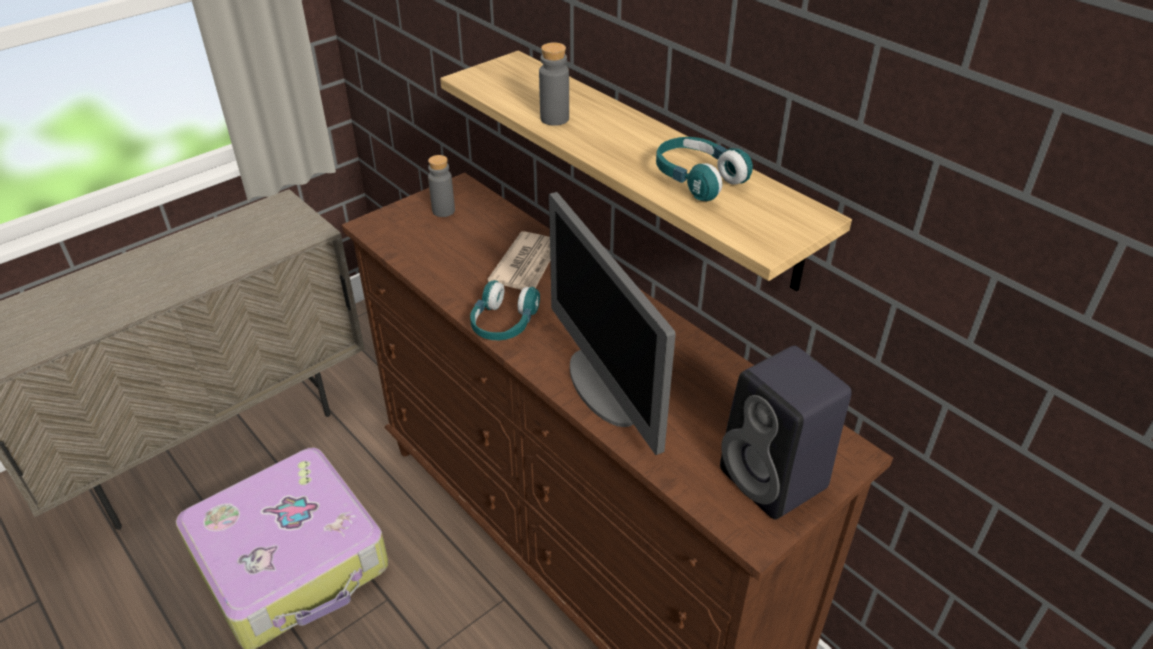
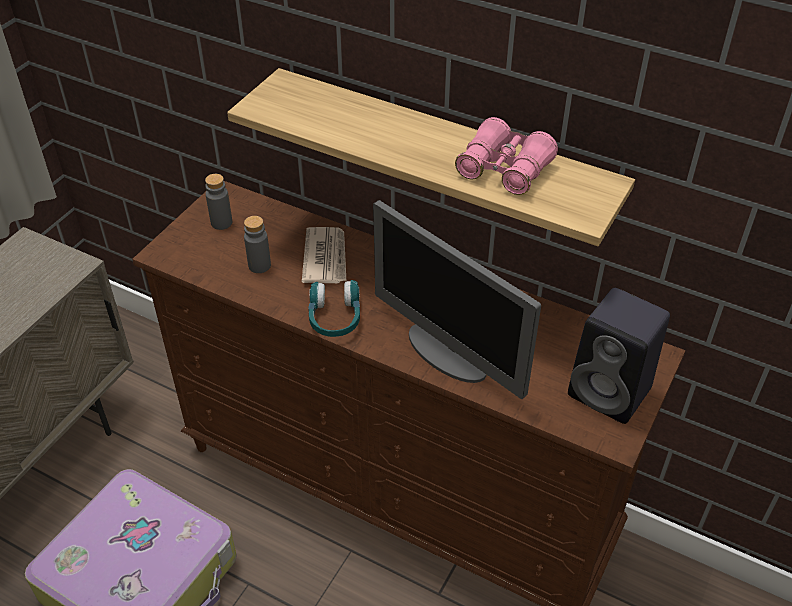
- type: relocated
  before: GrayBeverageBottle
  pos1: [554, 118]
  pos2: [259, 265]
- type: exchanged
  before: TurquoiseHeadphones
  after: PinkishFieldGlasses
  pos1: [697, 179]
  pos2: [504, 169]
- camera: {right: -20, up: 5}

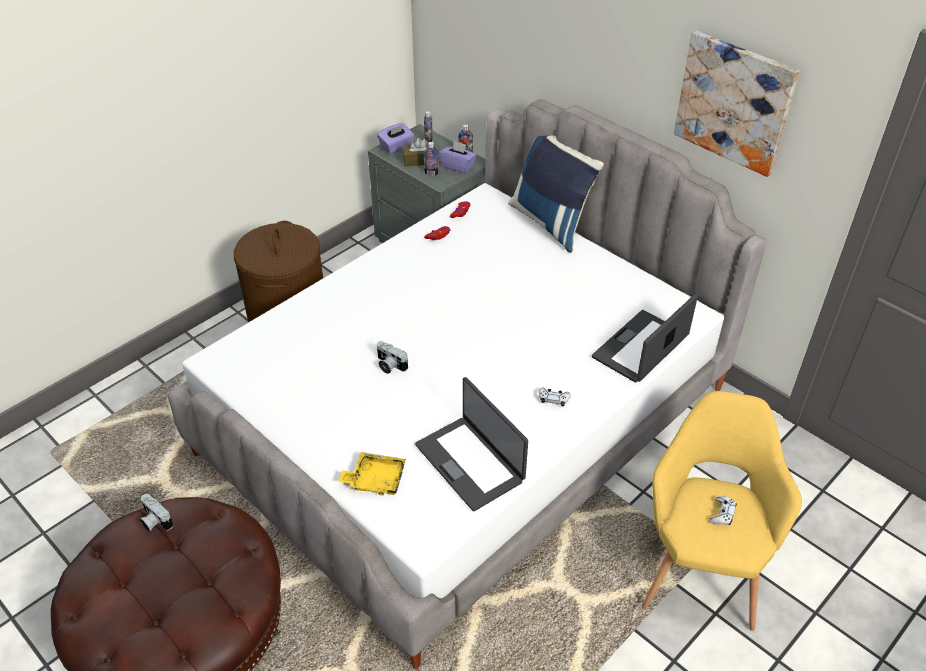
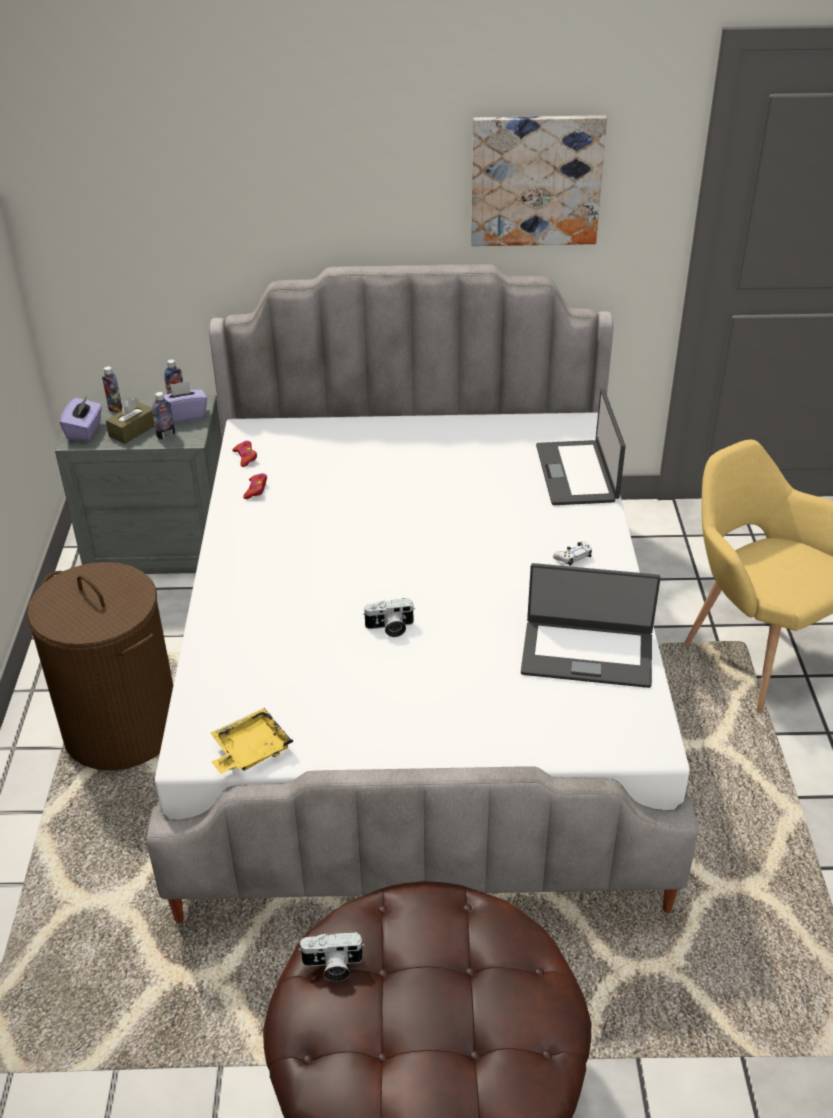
- type: relocated
  before: YellowCarryingTray
  pos1: [375, 479]
  pos2: [250, 750]
- type: missing
  before: BlueColouredThrowPillow
  pos1: [551, 222]
- type: missing
  before: WhiteColouredGamepad
  pos1: [722, 514]
- camera: {right: -45, up: -5}

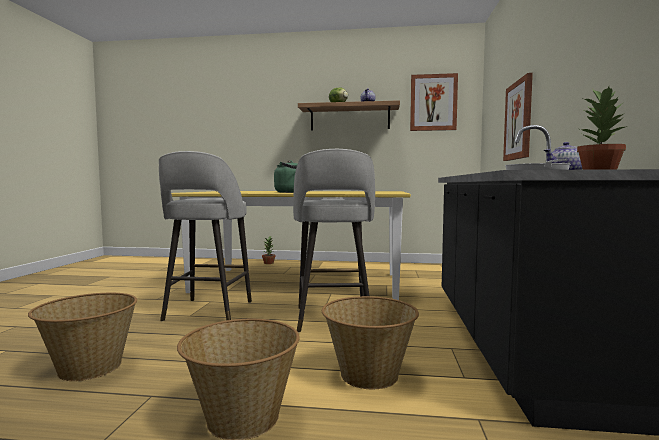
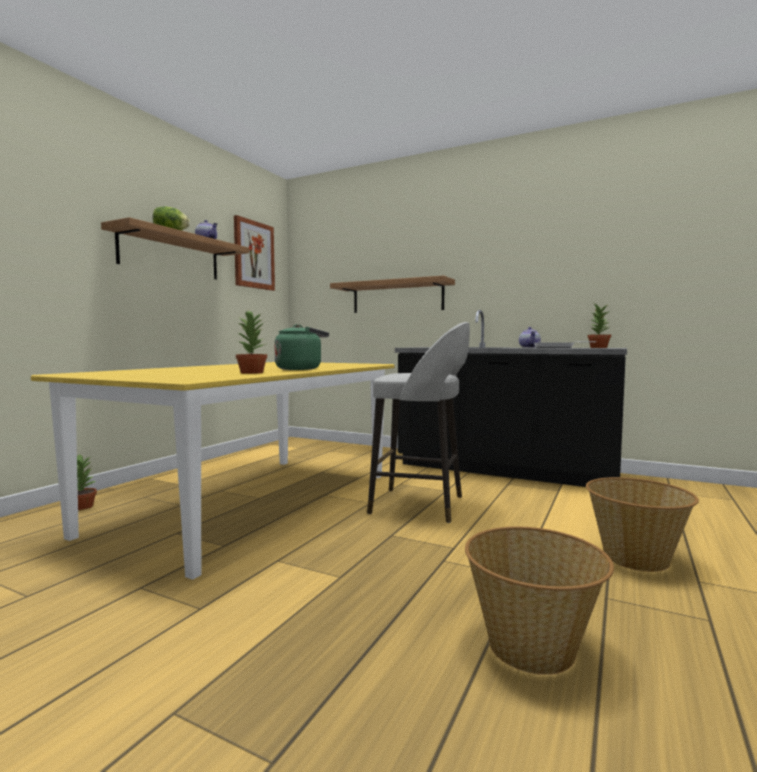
- type: appeared
  after: PlantInAPot
  pos2: [252, 373]
- type: exchanged
  before: WallArt
  after: Shelf
  pos1: [518, 120]
  pos2: [397, 297]
- type: missing
  before: GrayStool
  pos1: [207, 311]
- type: missing
  before: StorageBasket
  pos1: [369, 375]
- camera: {right: -70, up: 0}

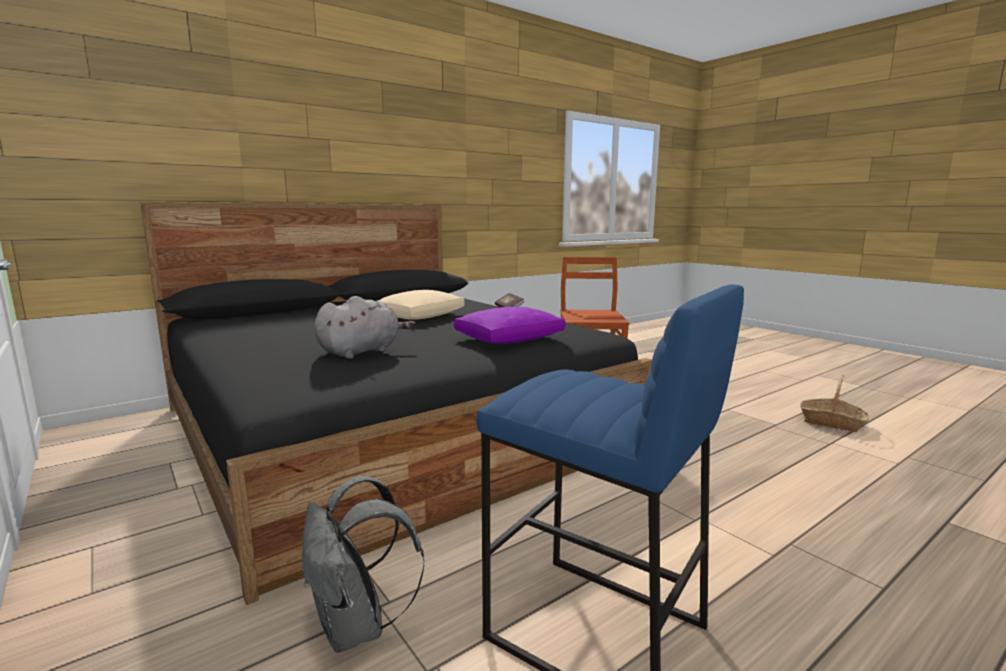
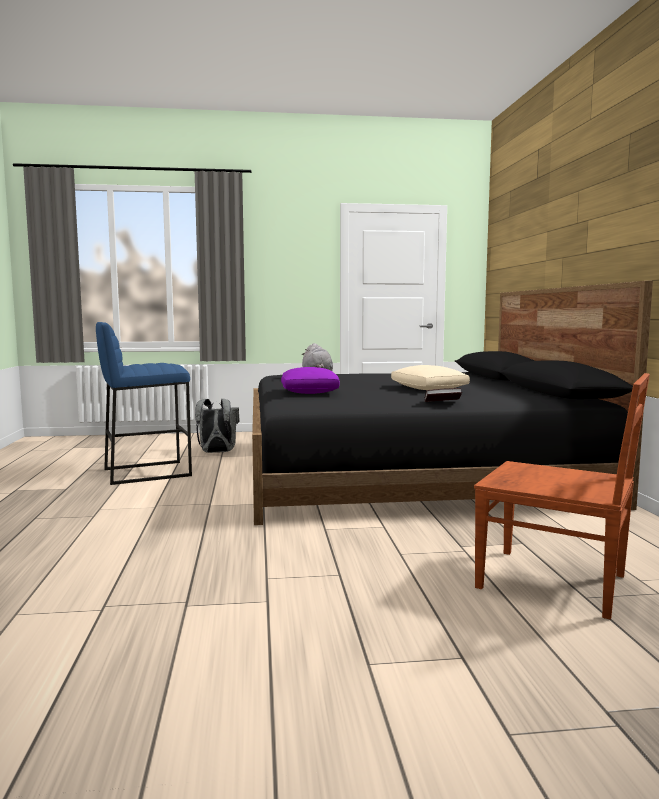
- type: missing
  before: StorageBasket
  pos1: [831, 422]
- camera: {right: 120, up: -5}

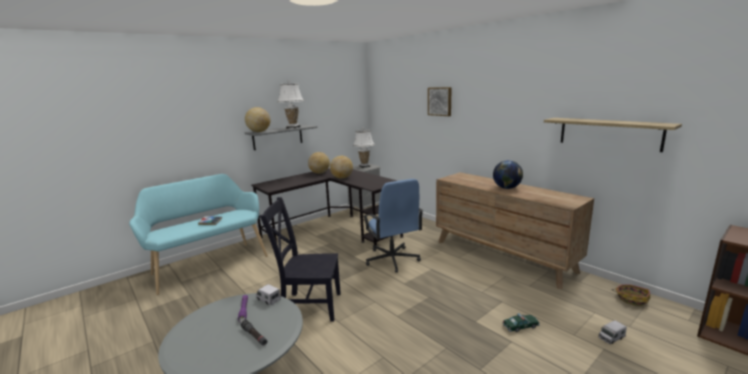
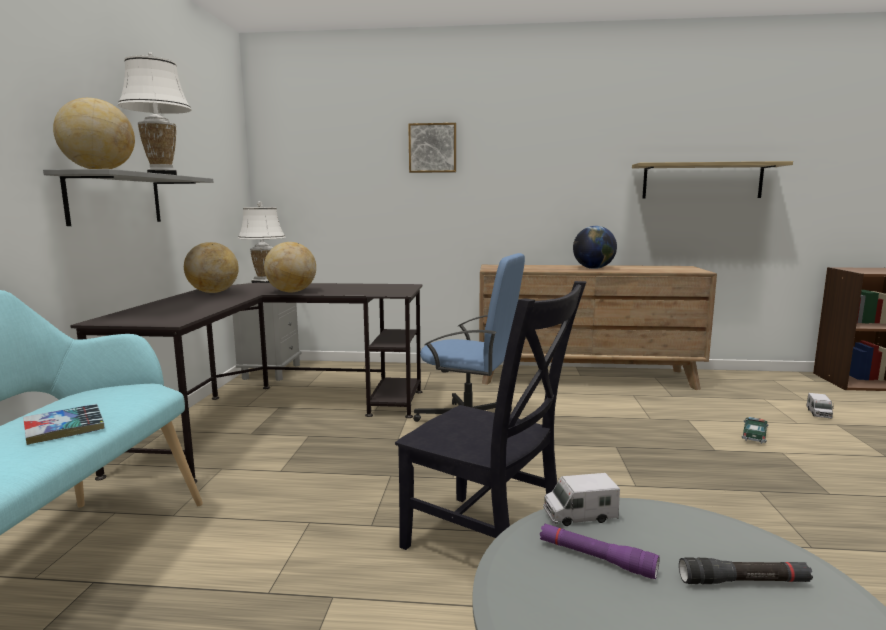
- type: spun
  before: BlackUprightChair
  pos1: [308, 306]
  pos2: [489, 542]
  turn: -105
- type: missing
  before: StorageBasket
  pos1: [631, 299]
- camera: {right: -45, up: -5}

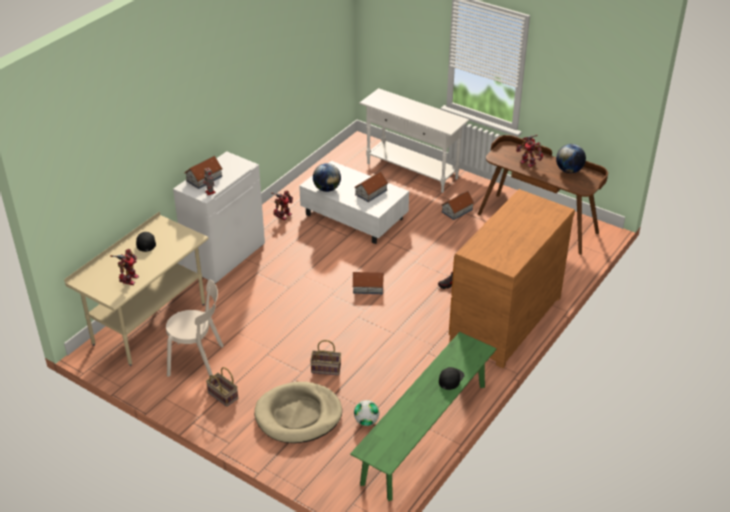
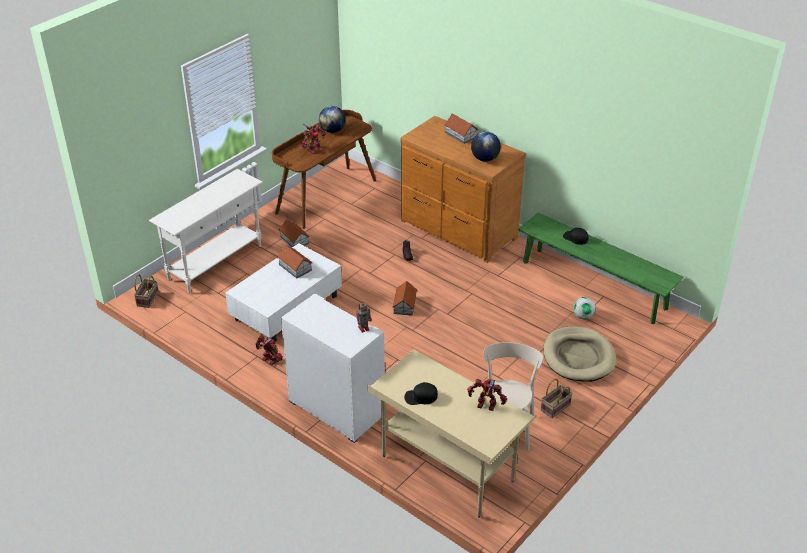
- type: relocated
  before: StorageBasket
  pos1: [326, 368]
  pos2: [147, 298]
- type: relocated
  before: MiniatureHouse
  pos1: [204, 179]
  pos2: [461, 135]
- type: relocated
  before: WorldGlobe
  pos1: [327, 189]
  pos2: [485, 159]
- camera: {right: -85, up: 0}

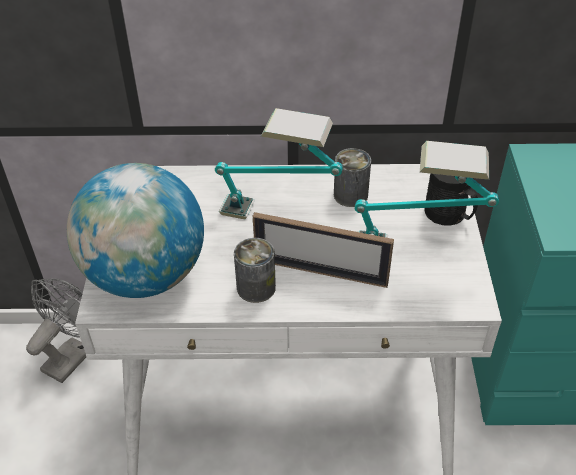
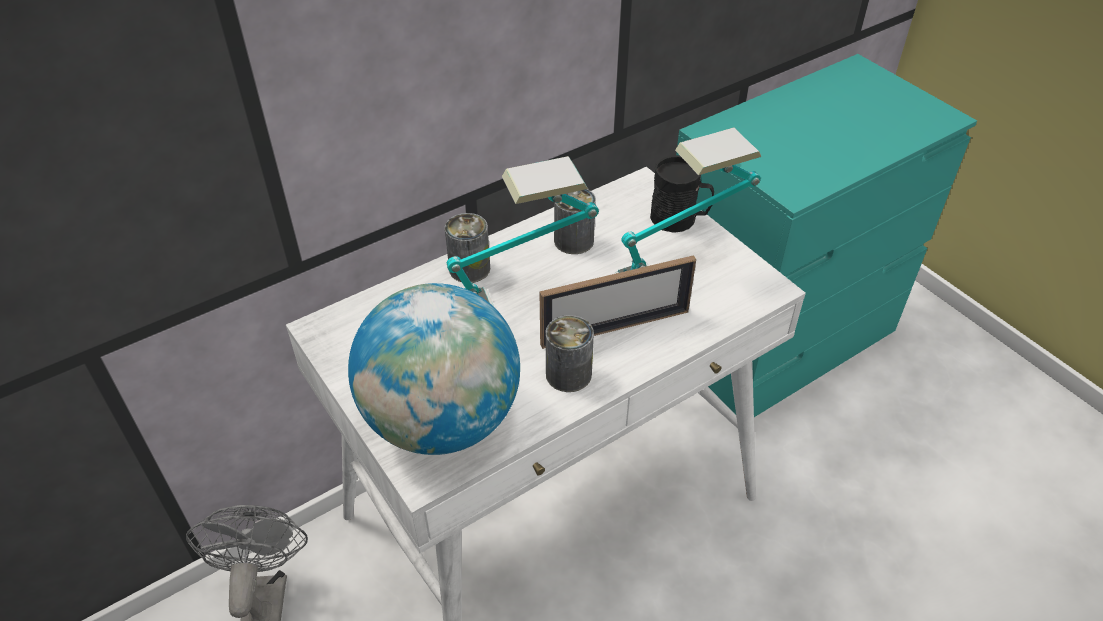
- type: appeared
  after: MetalCan
  pos2: [469, 268]
- camera: {right: -35, up: 0}

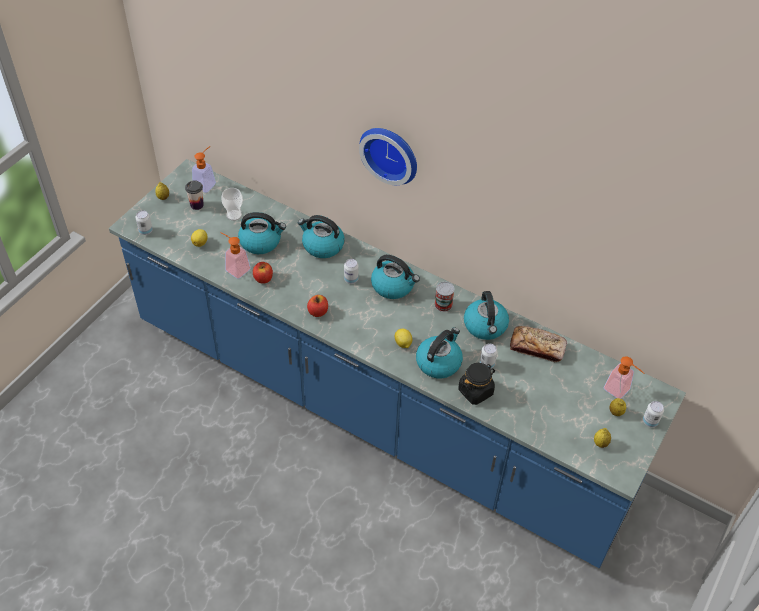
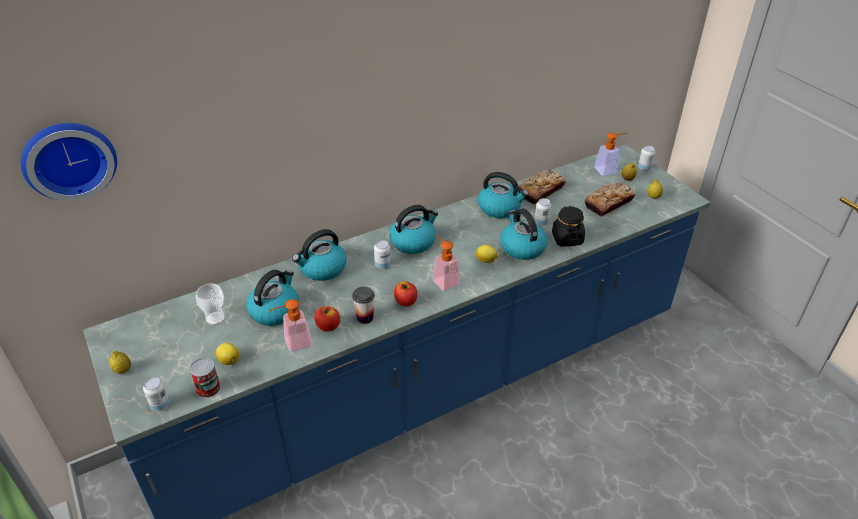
- type: relocated
  before: ClockOnTheWall
  pos1: [391, 153]
  pos2: [69, 159]
- type: relocated
  before: MetalCan
  pos1: [443, 304]
  pos2: [208, 388]
- type: relocated
  before: Cup
  pos1: [197, 205]
  pos2: [365, 318]
- type: relocated
  before: SoapBottle
  pos1: [206, 183]
  pos2: [443, 280]
- type: appeared
  after: Bread
  pos2: [608, 203]
- camera: {right: -60, up: -10}

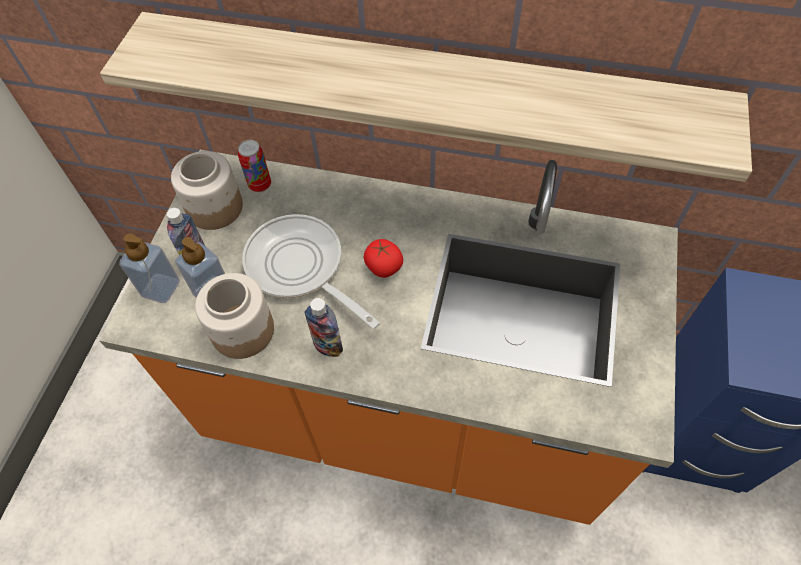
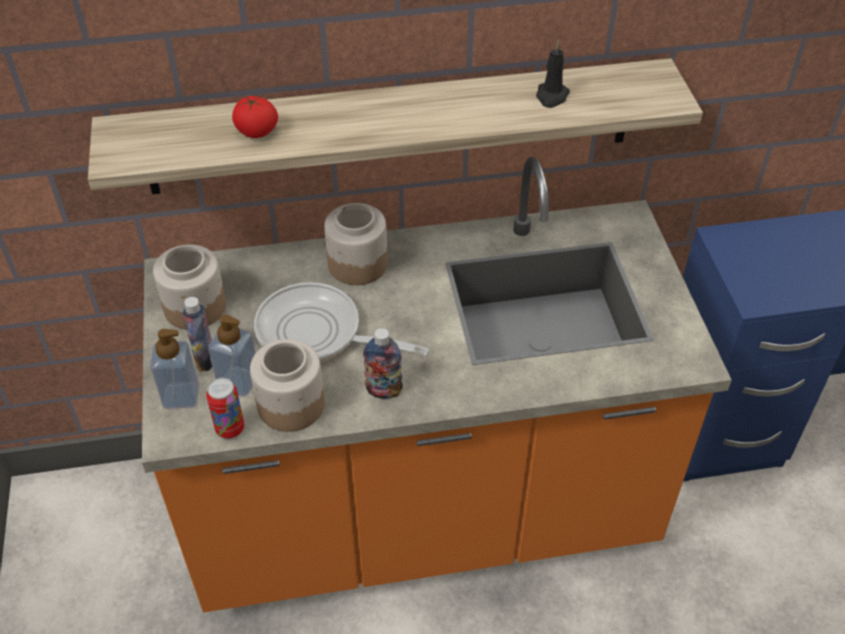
- type: relocated
  before: MetalCan
  pos1: [260, 185]
  pos2: [230, 429]
- type: relocated
  before: FreshTomato
  pos1: [383, 267]
  pos2: [256, 132]
- type: appeared
  after: PreserveJar
  pos2: [357, 264]
- type: appeared
  after: BlackWaxCandle
  pos2: [551, 96]
- camera: {right: -25, up: -10}

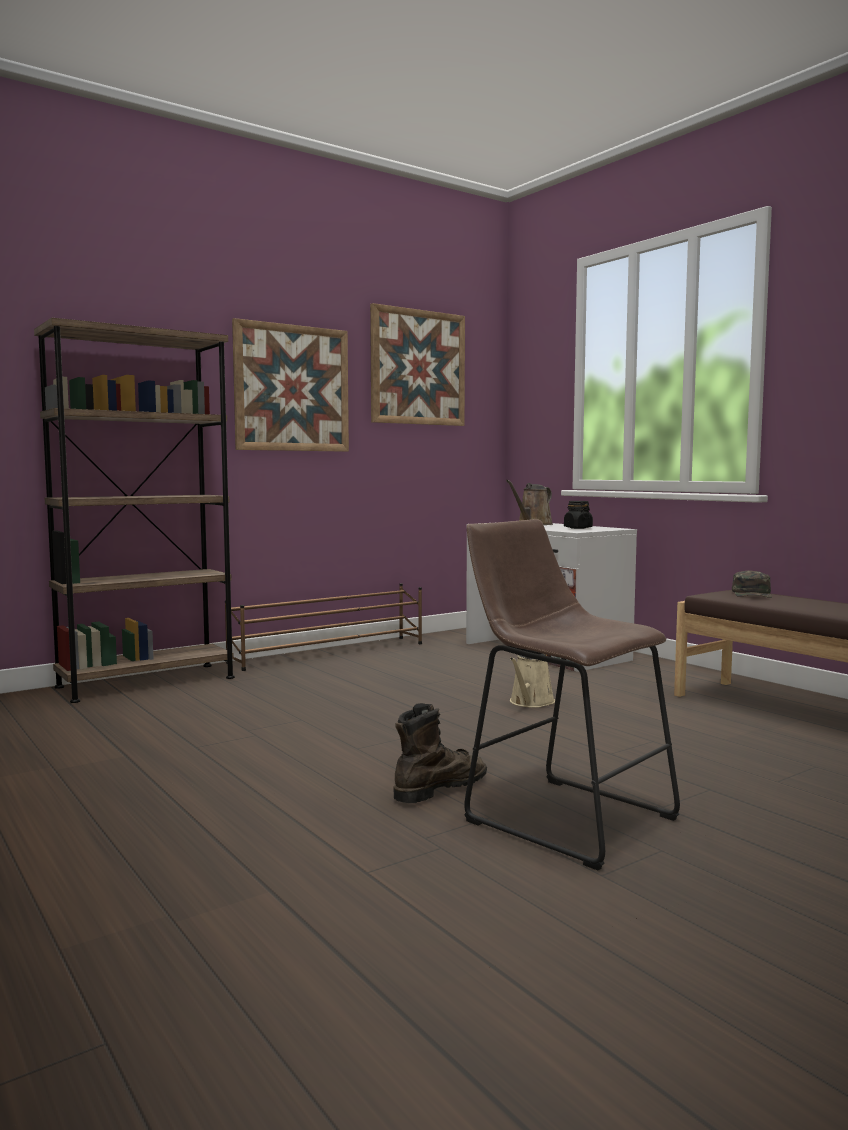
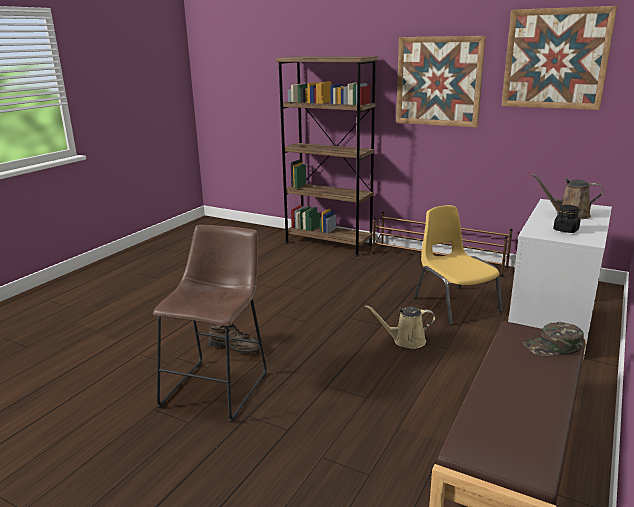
- type: appeared
  after: YellowUprightChair
  pos2: [455, 304]
- camera: {right: 65, up: 15}

